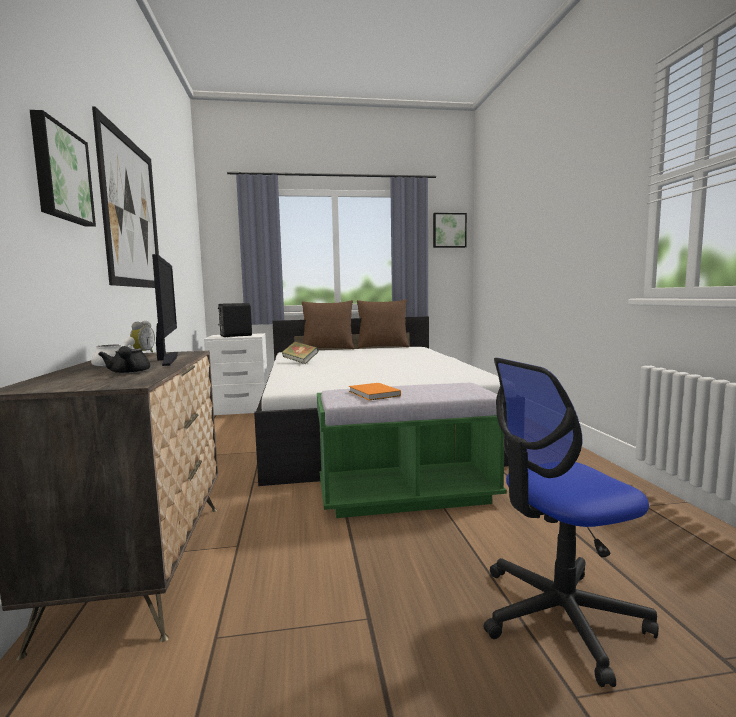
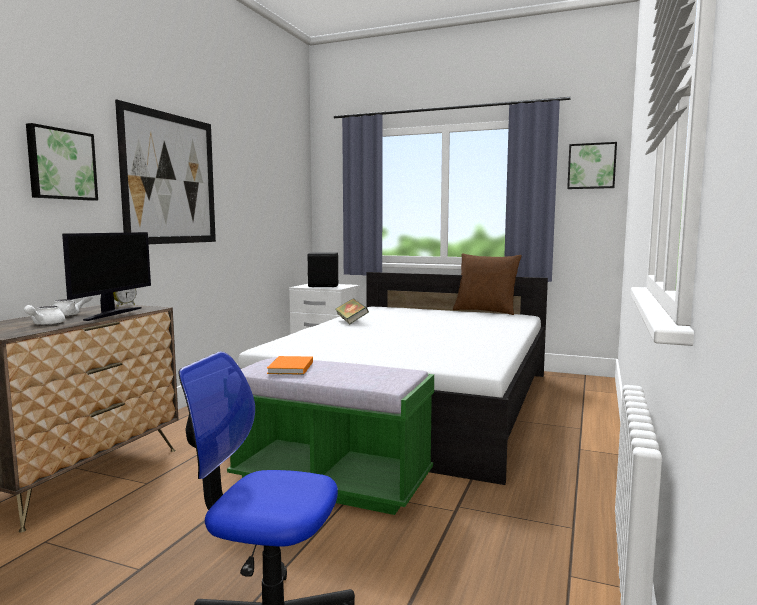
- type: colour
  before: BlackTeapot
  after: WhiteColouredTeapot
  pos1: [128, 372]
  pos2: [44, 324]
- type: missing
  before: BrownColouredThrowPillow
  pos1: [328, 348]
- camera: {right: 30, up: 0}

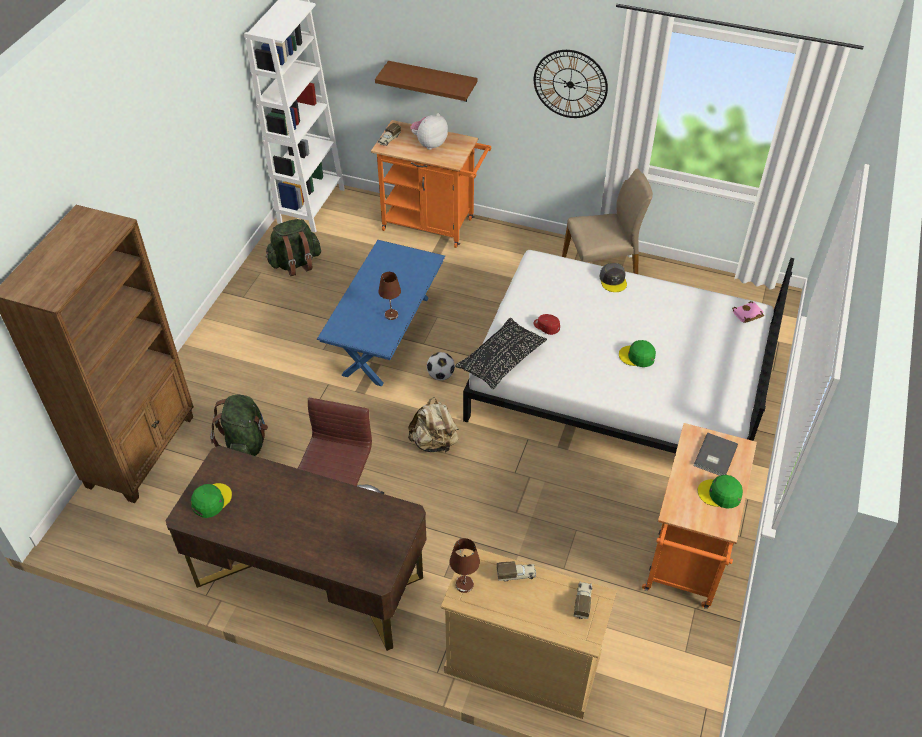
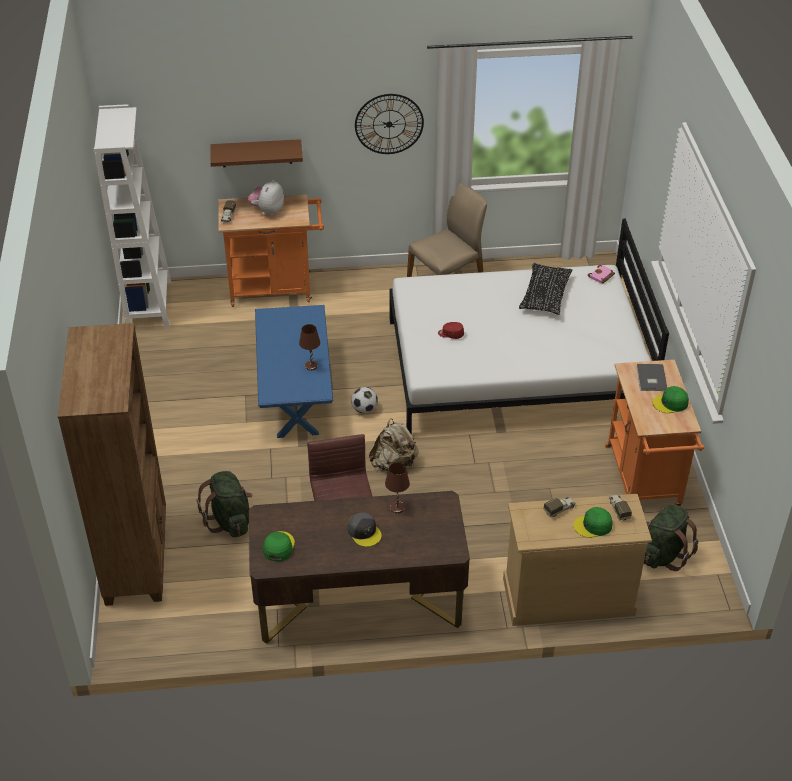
- type: relocated
  before: GrayBaseballCap
  pos1: [613, 280]
  pos2: [364, 532]
- type: relocated
  before: BrownColouredTableLamp
  pos1: [464, 585]
  pos2: [397, 508]
- type: relocated
  before: BlackThrowPillow
  pos1: [501, 360]
  pos2: [545, 296]
- type: relocated
  before: GreenBaseballCap
  pos1: [637, 356]
  pos2: [593, 526]
- type: relocated
  before: GreenRucksack
  pos1: [295, 263]
  pos2: [663, 554]
- camera: {right: -25, up: -5}

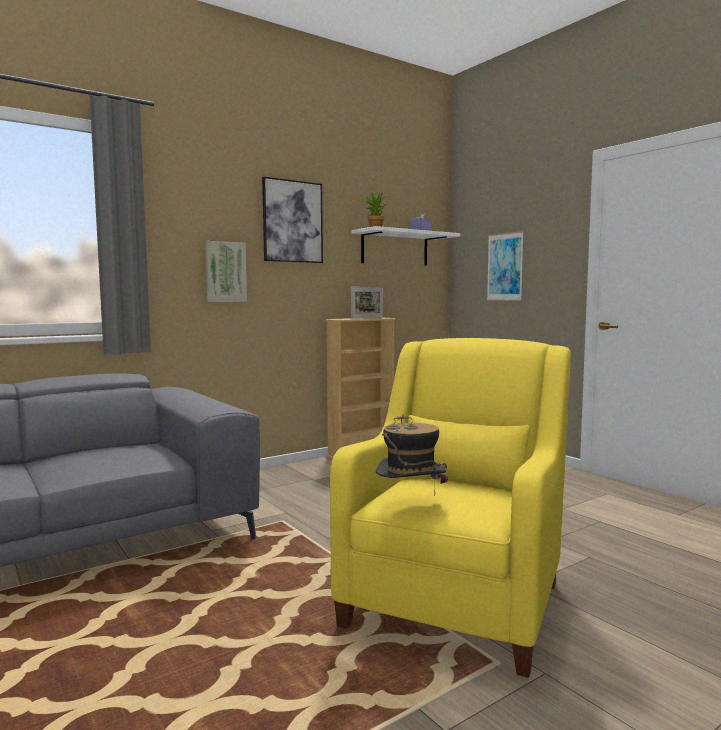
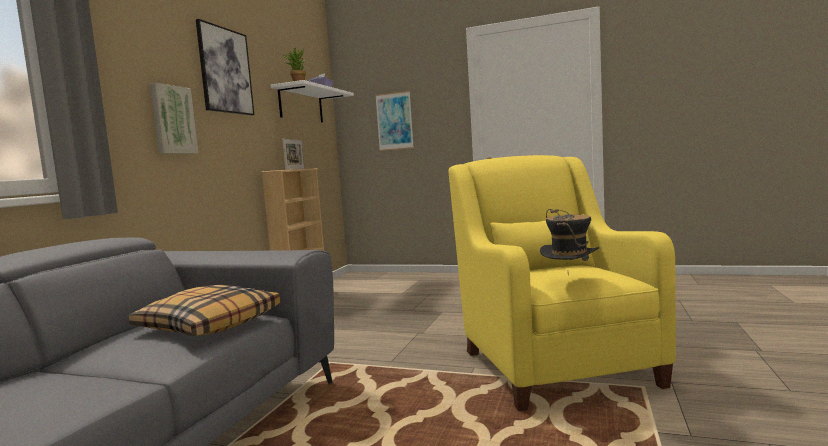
- type: appeared
  after: ThrowPillow
  pos2: [209, 325]
- camera: {right: -35, up: 0}

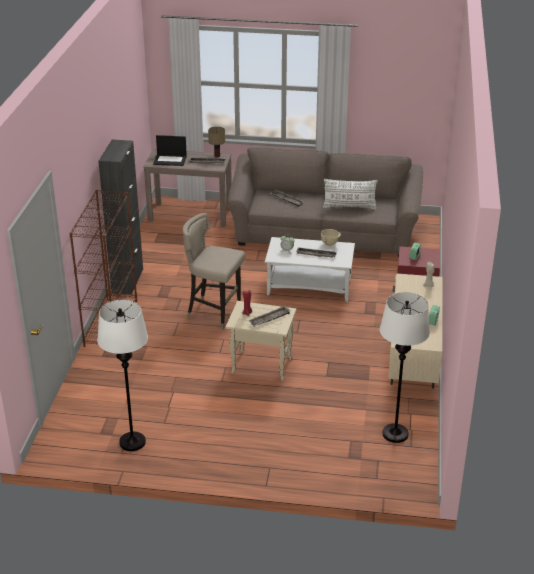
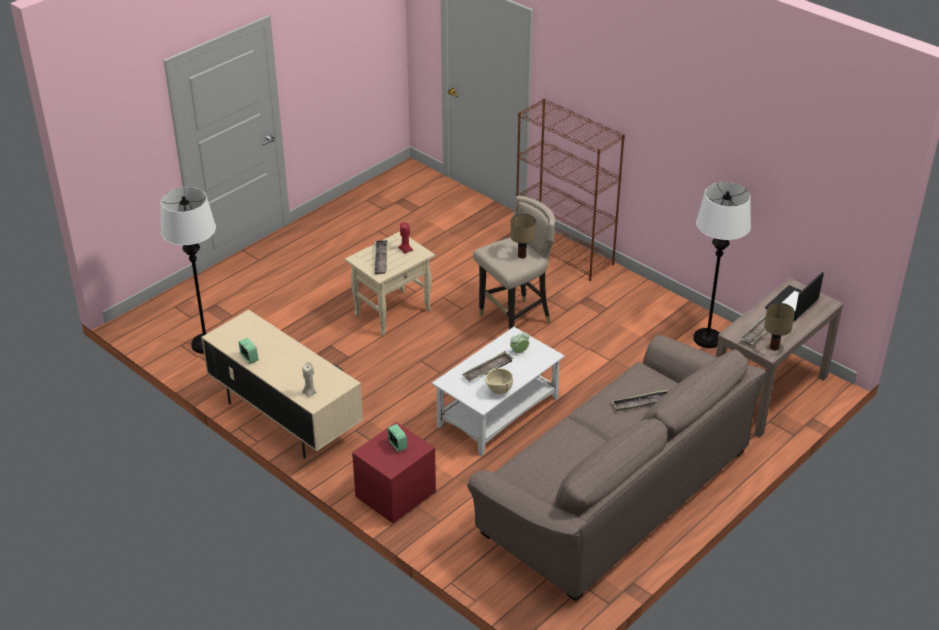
- type: appeared
  after: TableLamp
  pos2: [522, 255]
- type: relocated
  before: WhiteColouredStandardLamp
  pos1: [132, 442]
  pos2: [707, 339]
- type: missing
  before: BlackCupboard
  pos1: [127, 281]
- type: missing
  before: WhiteColouredThrowPillow
  pos1: [349, 207]
- camera: {right: 125, up: 5}

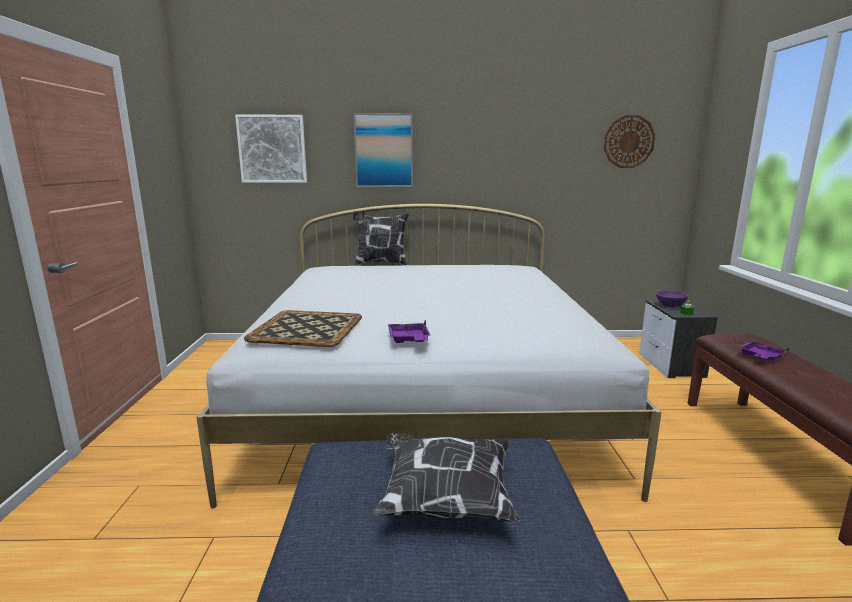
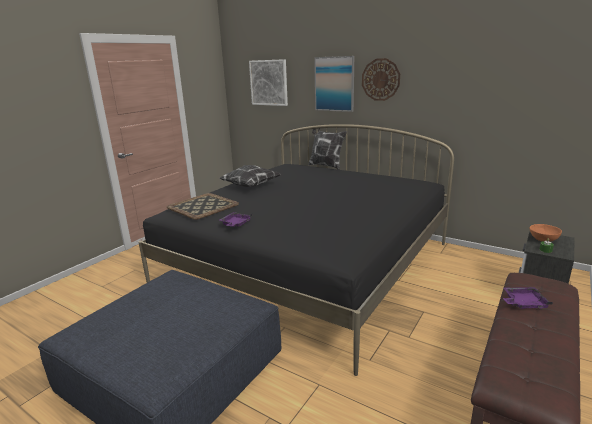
- type: colour
  before: WhiteColouredBedroomBed
  after: BlackBedroomBed
  pos1: [426, 397]
  pos2: [308, 265]
- type: relocated
  before: ThrowPillow
  pos1: [445, 499]
  pos2: [250, 186]
- type: relocated
  before: ClockOnTheWall
  pos1: [628, 142]
  pos2: [380, 79]
- type: colour
  before: PurpleDeepDish
  after: OrangeDeepDish
  pos1: [670, 306]
  pos2: [543, 240]
- camera: {right: 35, up: 5}

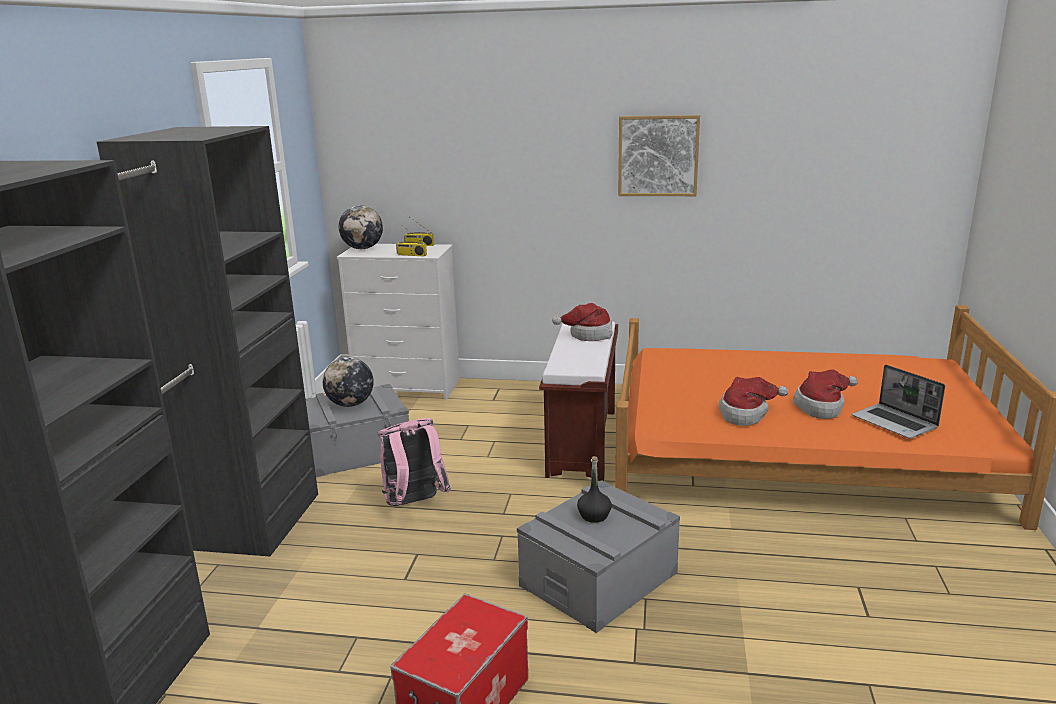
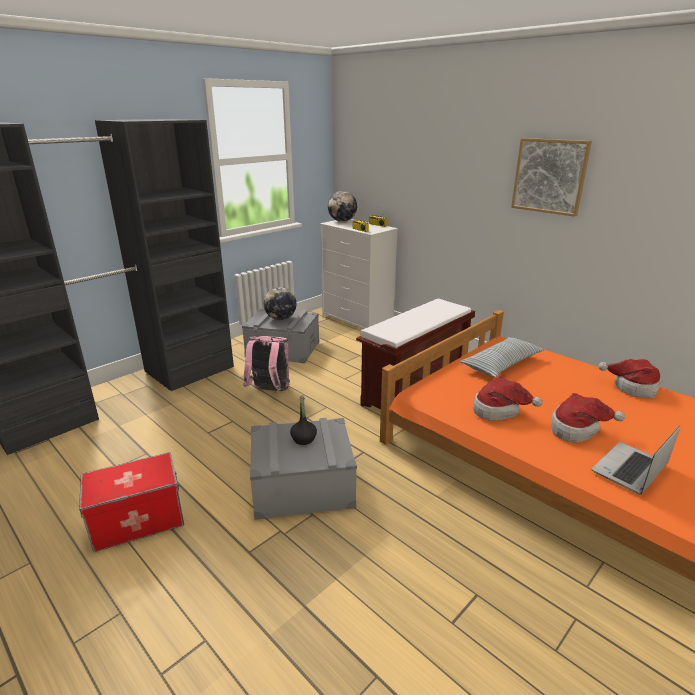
- type: appeared
  after: ThrowPillow
  pos2: [501, 364]
- type: spun
  before: PortableComputer
  pos1: [895, 423]
  pos2: [630, 470]
  turn: 45
- type: relocated
  before: Hat
  pos1: [588, 334]
  pos2: [632, 387]
- camera: {right: 35, up: 5}

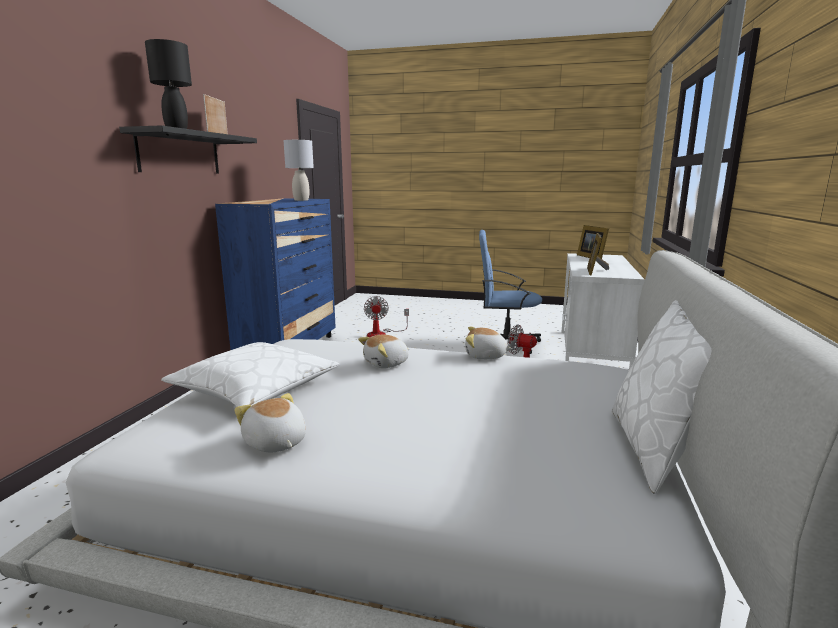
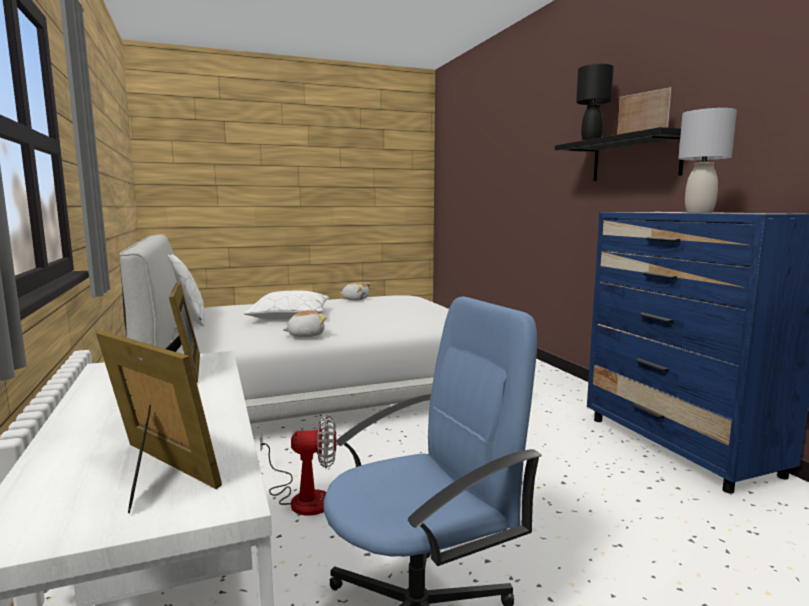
- type: relocated
  before: WhiteColouredThrowPillow
  pos1: [256, 389]
  pos2: [289, 316]
- type: missing
  before: PlushToy
  pos1: [387, 364]
- type: missing
  before: CoolingFan
  pos1: [382, 334]
- camera: {right: 145, up: -5}

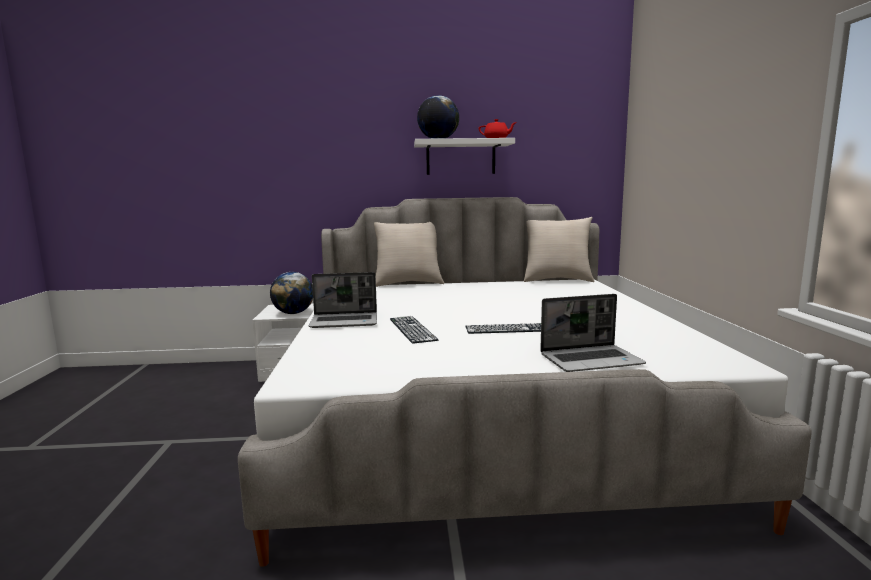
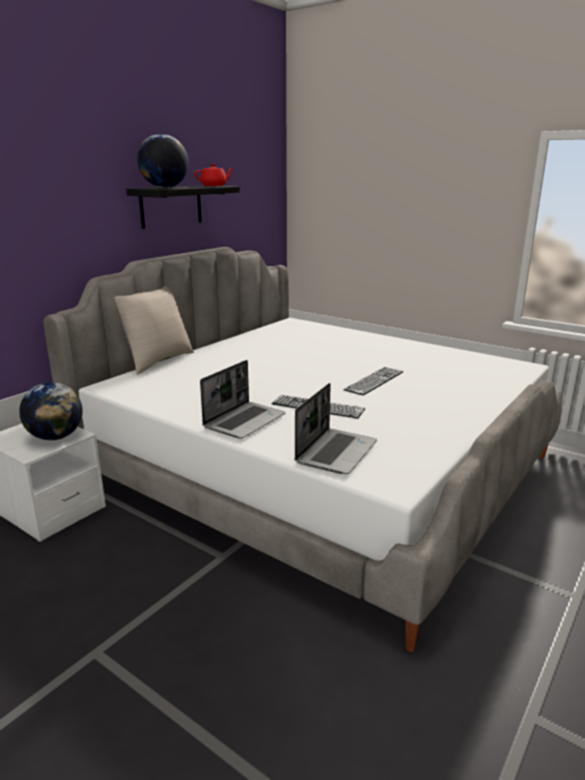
- type: colour
  before: WhiteColouredShelf
  after: BlackShelf
  pos1: [460, 158]
  pos2: [171, 206]
- type: relocated
  before: PortableComputer
  pos1: [591, 360]
  pos2: [336, 452]
- type: missing
  before: SandColouredThrowPillow
  pos1: [557, 280]
- camera: {right: -50, up: 10}

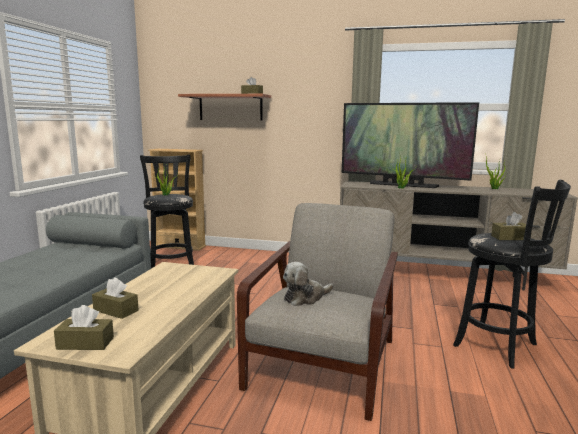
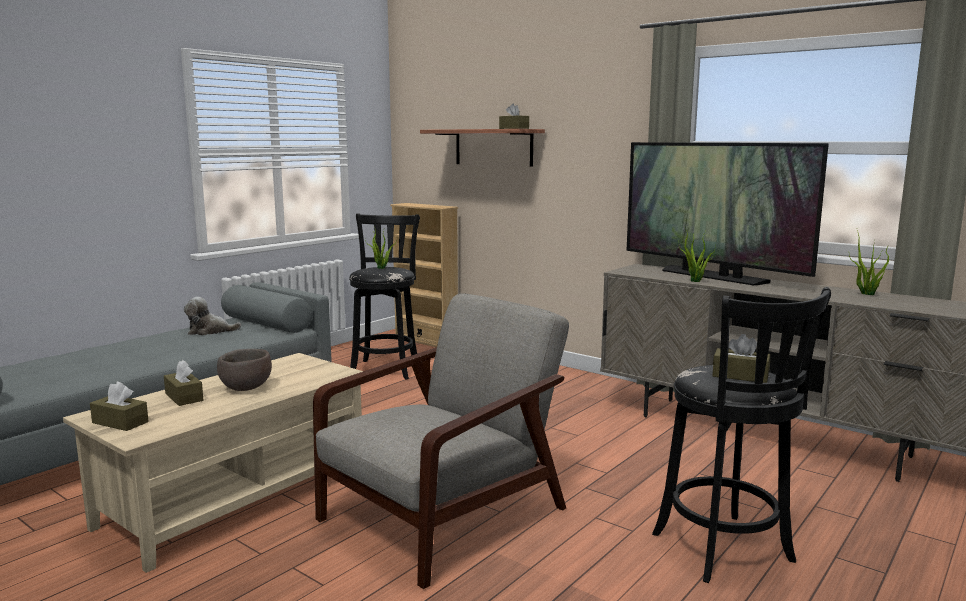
- type: relocated
  before: PlushToy
  pos1: [305, 298]
  pos2: [209, 331]
- type: appeared
  after: BrownColouredDeepDish
  pos2: [246, 388]
- camera: {right: 25, up: 0}

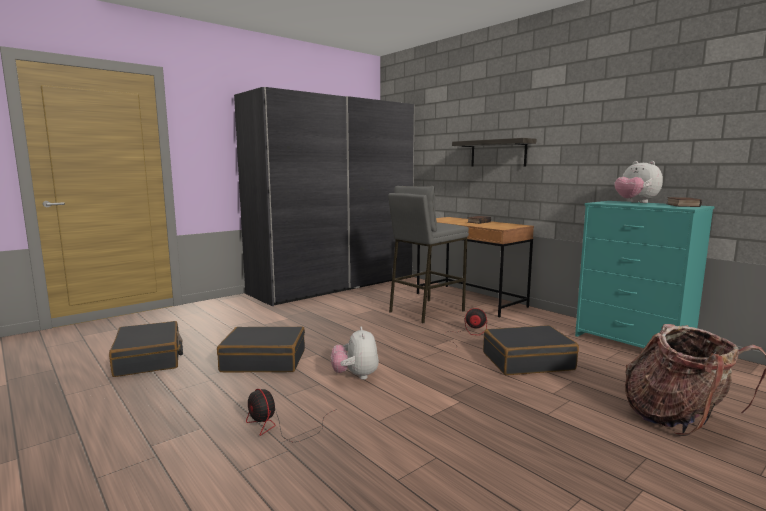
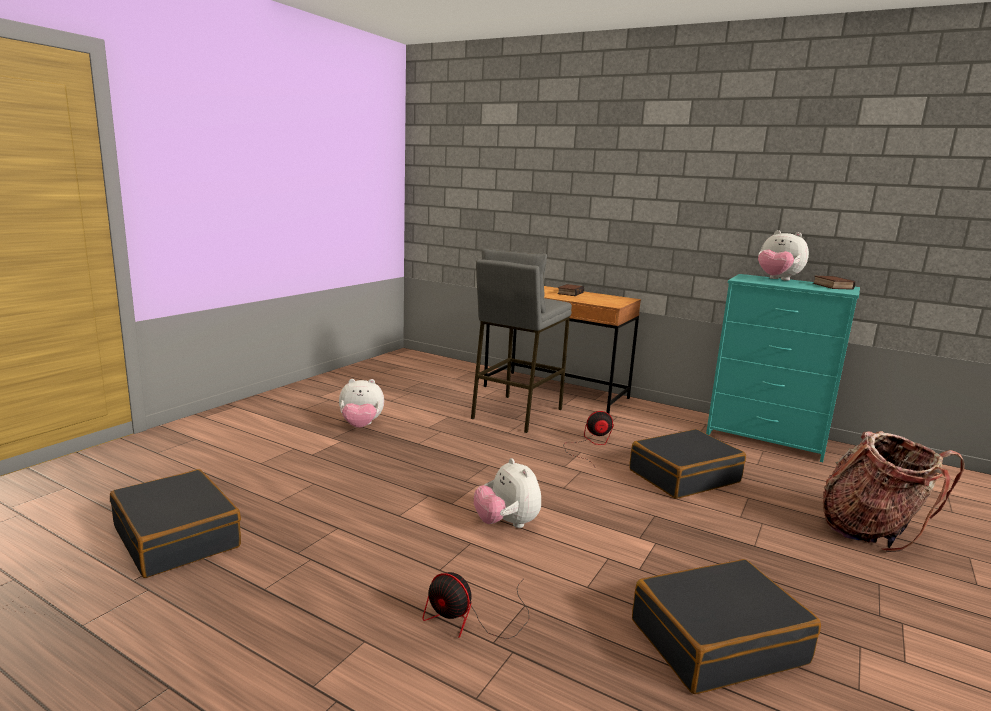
- type: appeared
  after: PlushToy
  pos2: [361, 426]
- type: relocated
  before: BlackTravelCase
  pos1: [264, 360]
  pos2: [717, 641]
- type: missing
  before: GrayClothesCupboard
  pos1: [334, 285]
- type: missing
  before: Shelf
  pos1: [498, 153]
- camera: {right: -20, up: 5}

